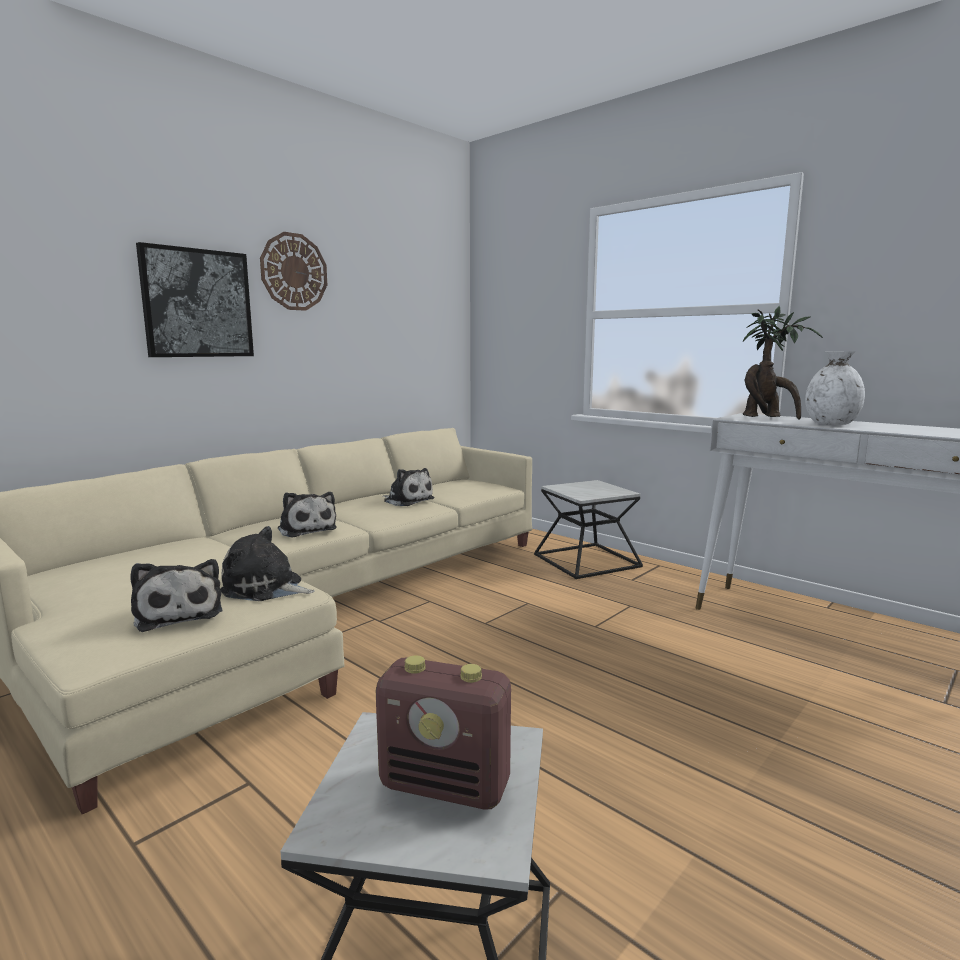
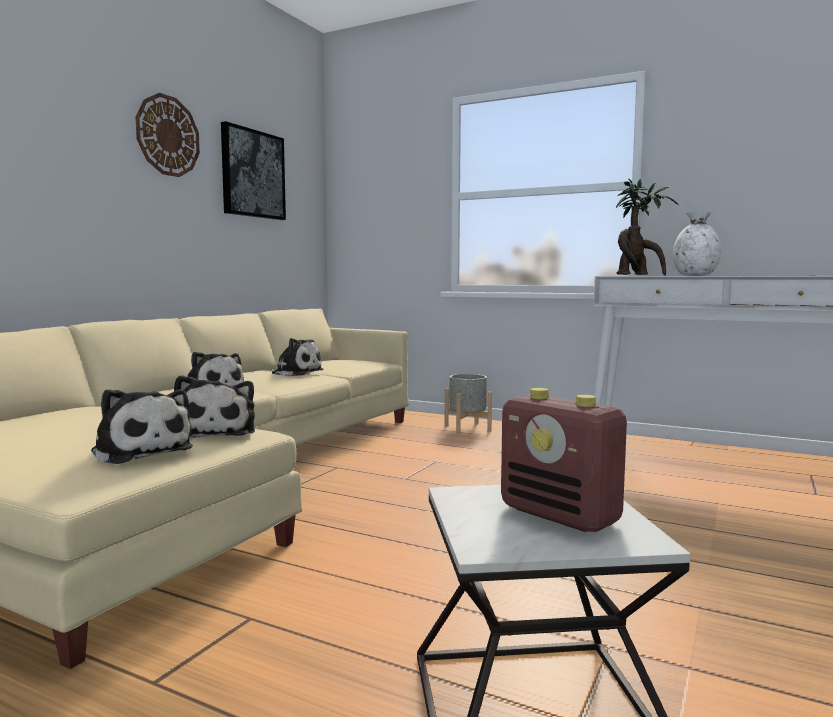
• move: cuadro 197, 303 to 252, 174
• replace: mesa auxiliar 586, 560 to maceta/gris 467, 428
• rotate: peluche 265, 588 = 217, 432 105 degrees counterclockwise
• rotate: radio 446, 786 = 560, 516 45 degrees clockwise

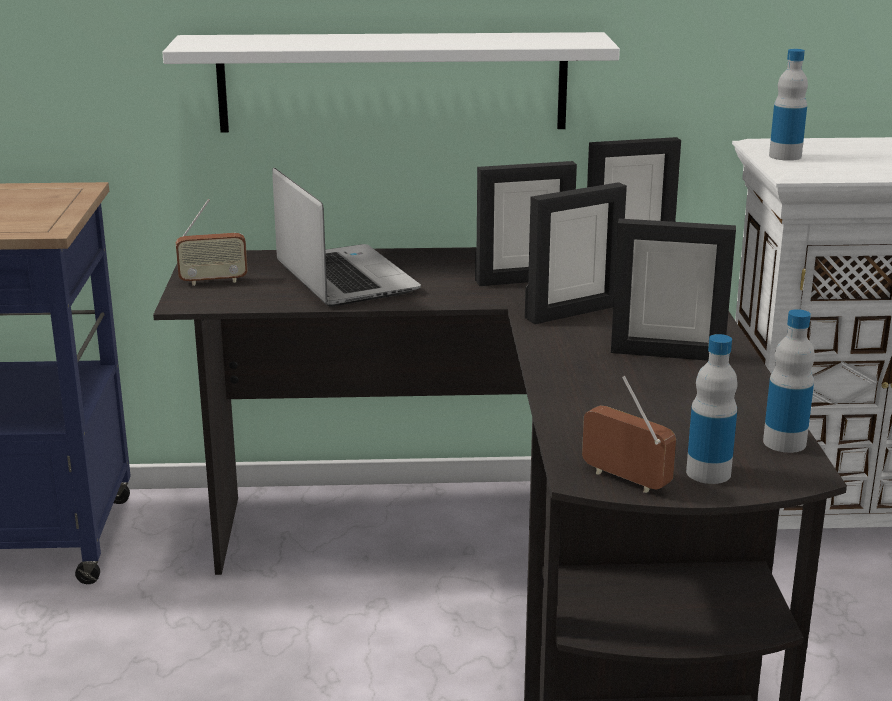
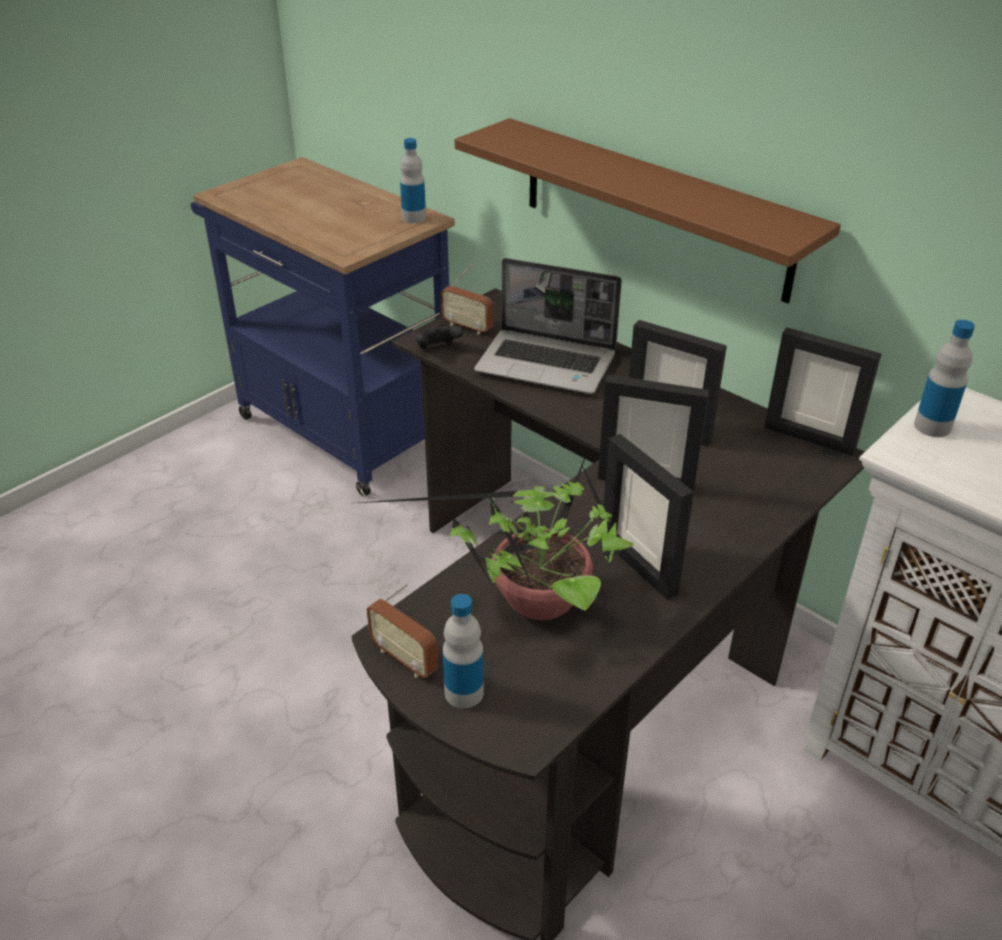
• insert: planta en maceta 533, 602
• insert: mando de consola/negro 438, 349
• move: botella 784, 442 to 414, 218
• recolor: estante/blanco 393, 82 to estante/marrón 653, 208
• rotate: portátil 343, 278 = 548, 363 90 degrees clockwise
• rotate: radio 625, 480 = 404, 659 135 degrees clockwise

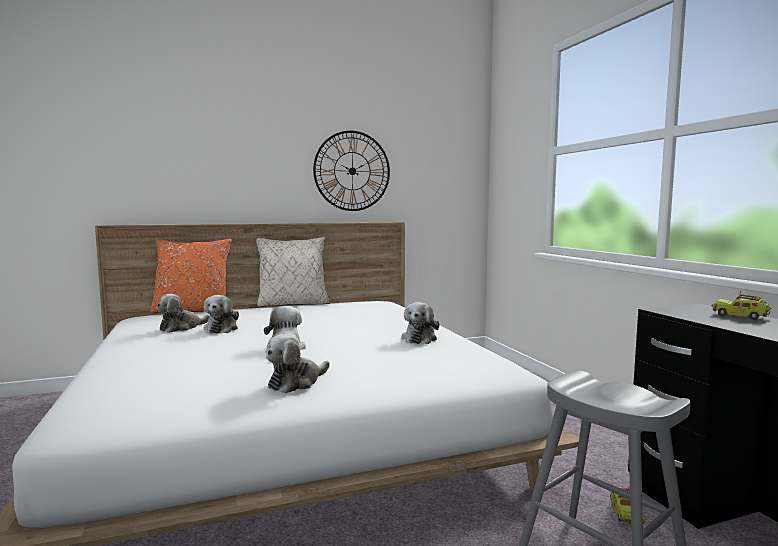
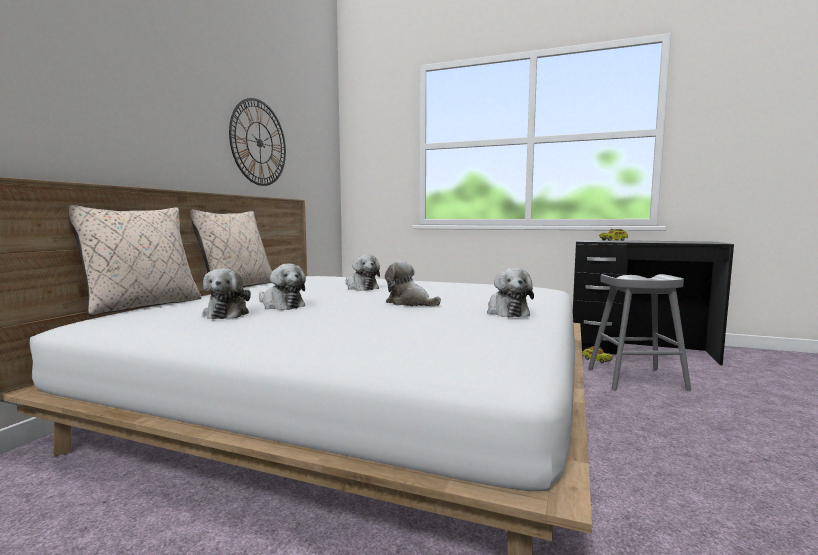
• move: peluche 420, 338 to 361, 287
• recolor: cojín/naranja 193, 310 to cojín/beis 143, 306

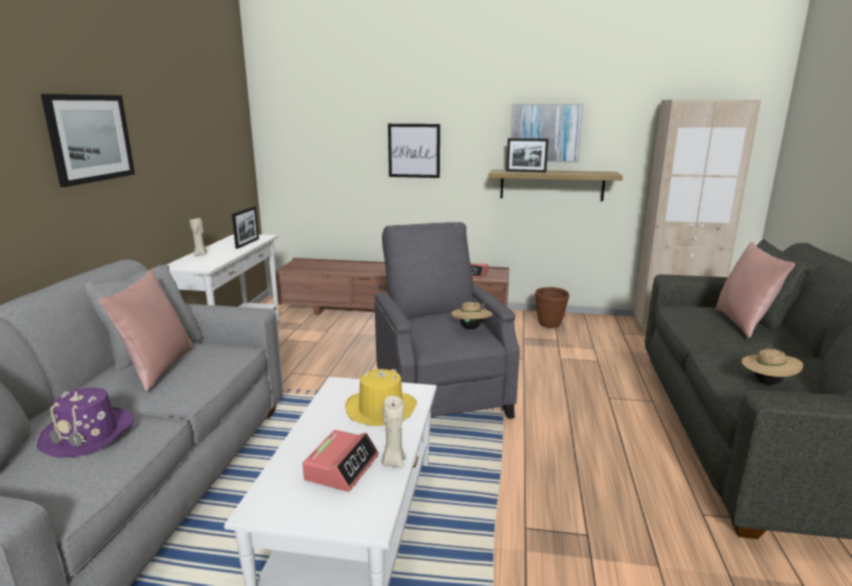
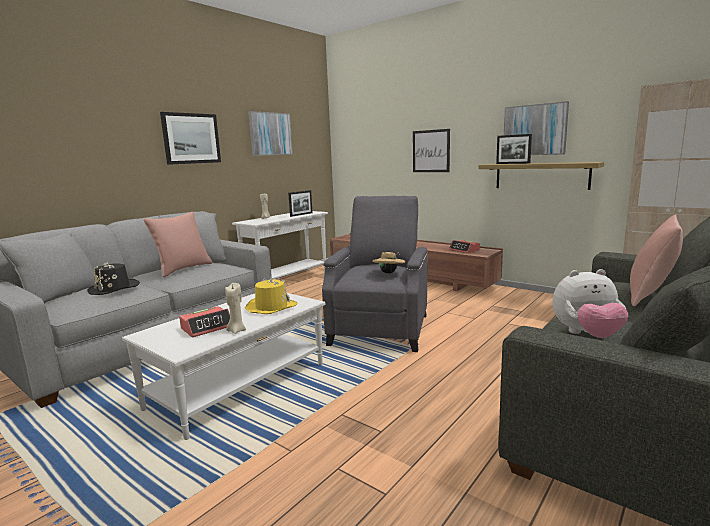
• delete: maceta/marrón 549, 325
• insert: cuadro 270, 134
• replace: sombrero/beis 767, 382 to peluche 586, 335
• recolor: sombrero/morado 89, 434 to sombrero/negro 114, 288

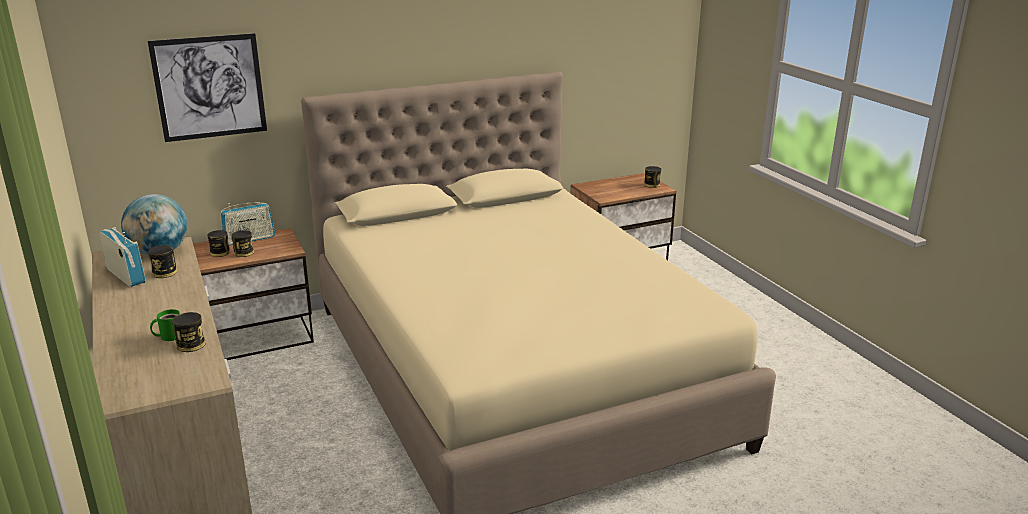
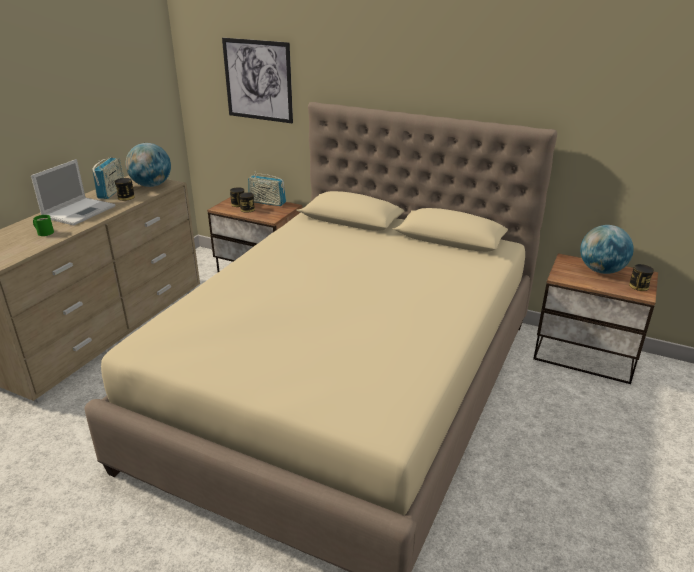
• delete: lata 191, 345
• insert: portátil 80, 211
• insert: globo terráqueo 601, 270

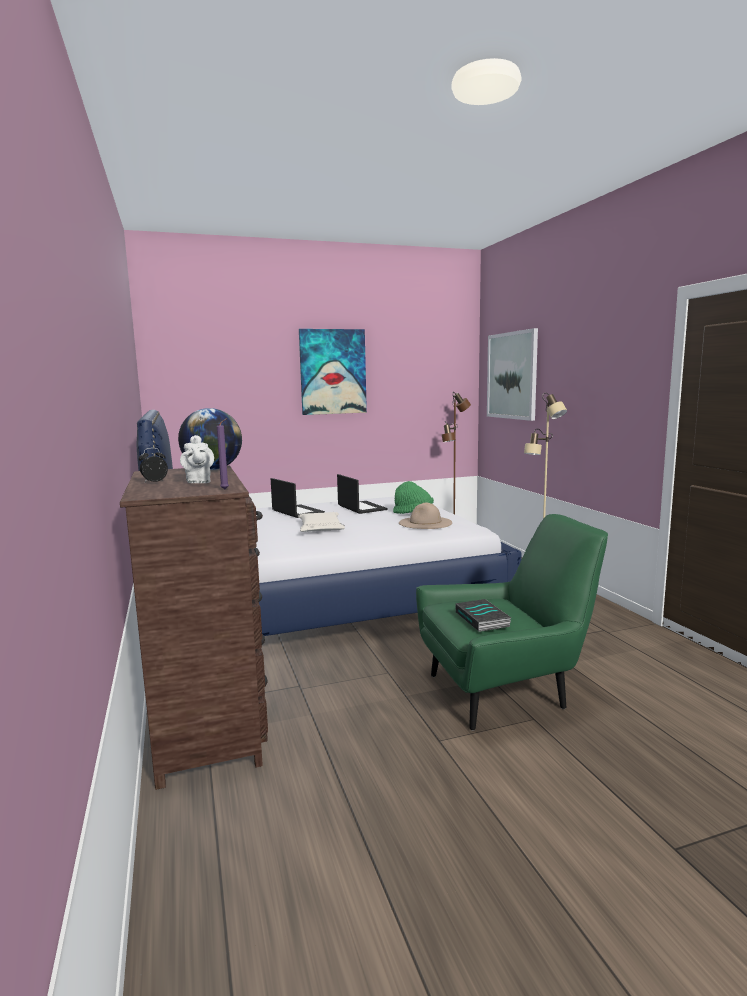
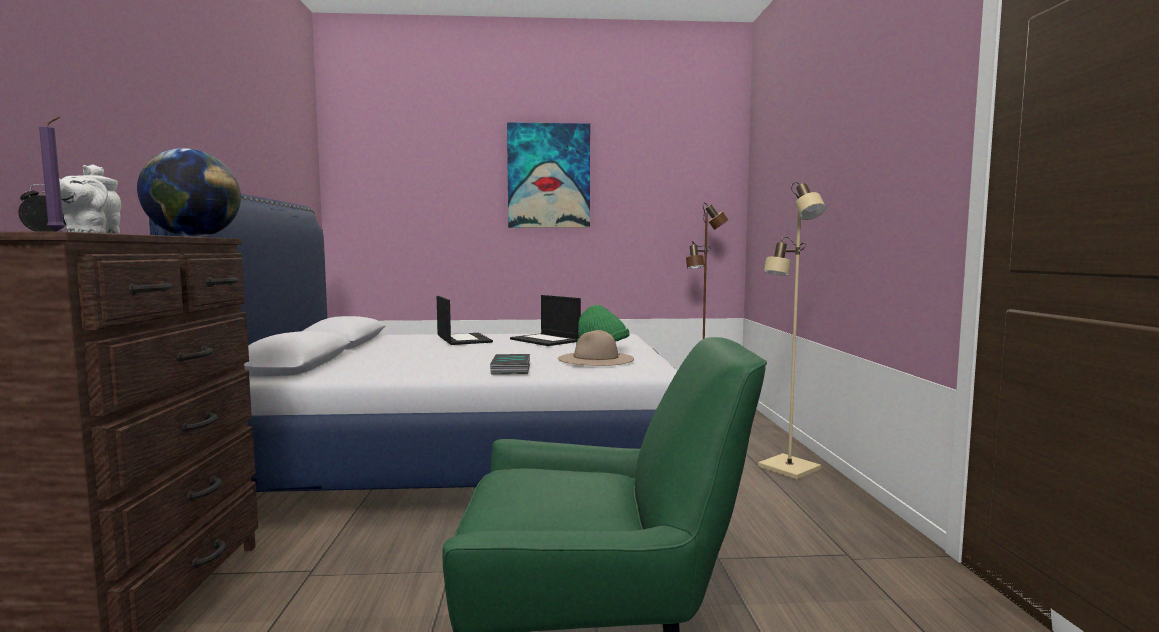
• delete: cojín/blanco 320, 527
• delete: cuadro 512, 375
• move: libro 483, 619 to 512, 369
• rotate: portátil 361, 507 = 546, 340 150 degrees clockwise

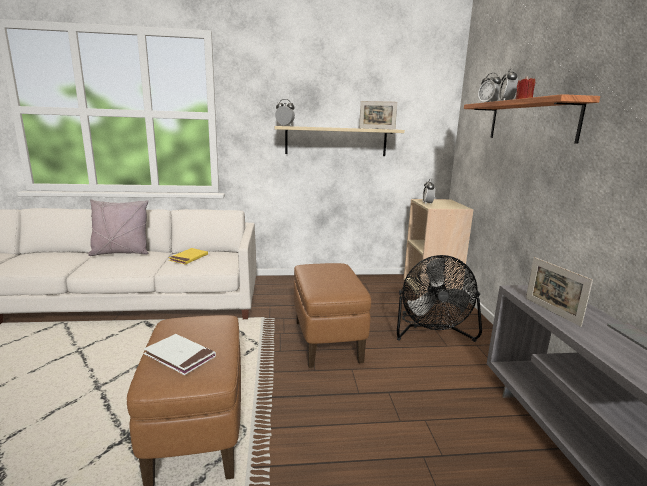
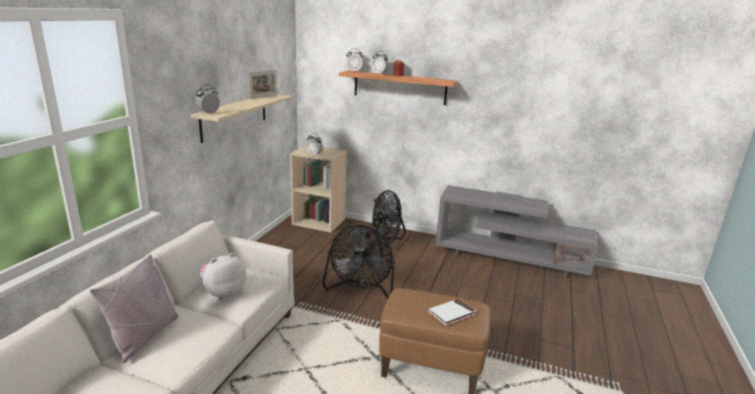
• delete: portarretratos 551, 311
• replace: libro/amarillo 189, 258 to peluche 223, 293
• replace: puf/marrón 327, 341 to ventilador/negro 359, 289

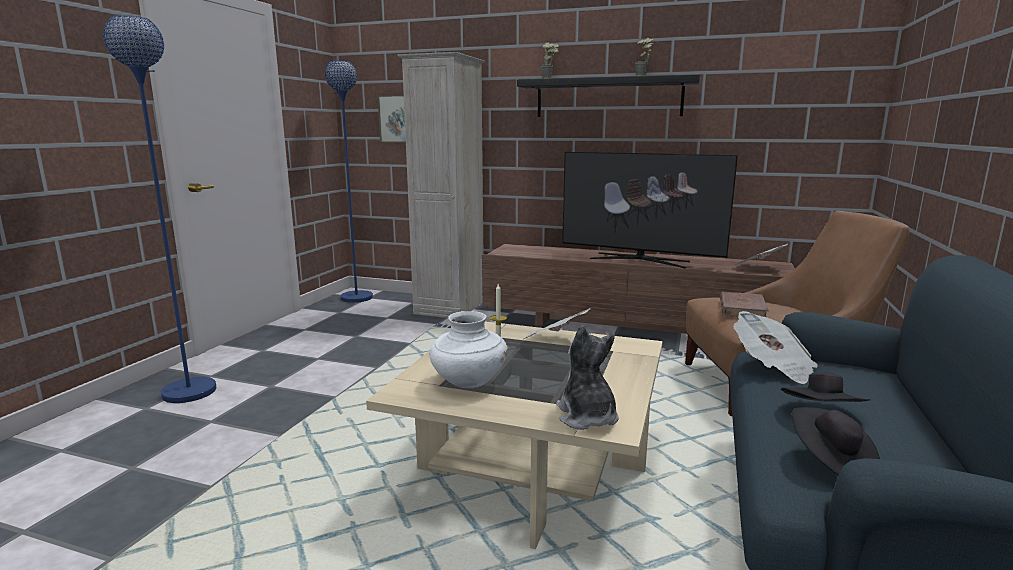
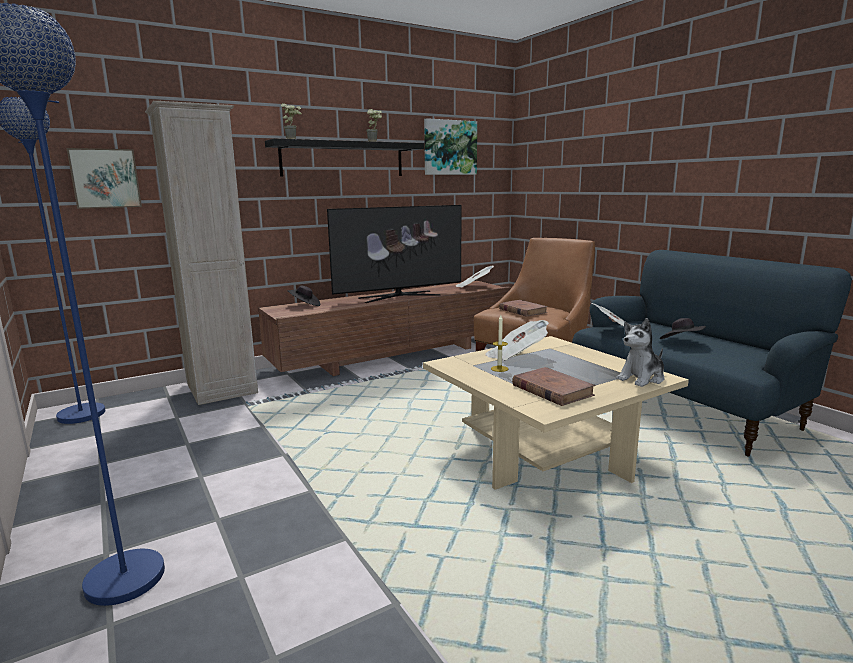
• insert: cuadro 449, 147
• move: sombrero/negro 832, 463 to 305, 305
• replace: florero/blanco 468, 382 to libro/marrón 552, 390
• rotate: peluche 587, 417 = 642, 378 60 degrees counterclockwise

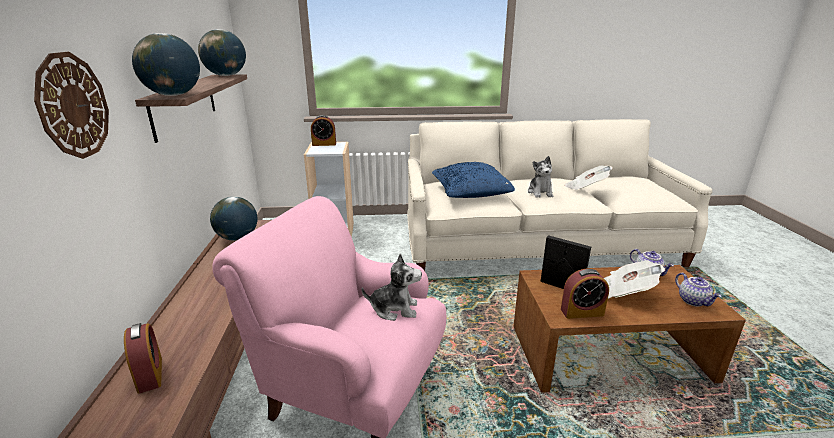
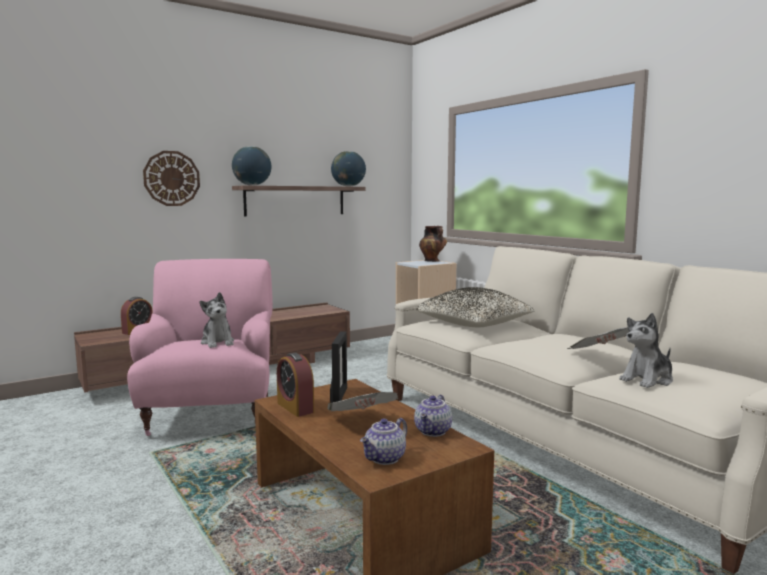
• delete: globo terráqueo 238, 238
• move: peluche 540, 192 to 647, 380
• replace: despertador 324, 144 to florero 433, 261
• recolor: cojín/azul 472, 191 to cojín/beis 474, 322

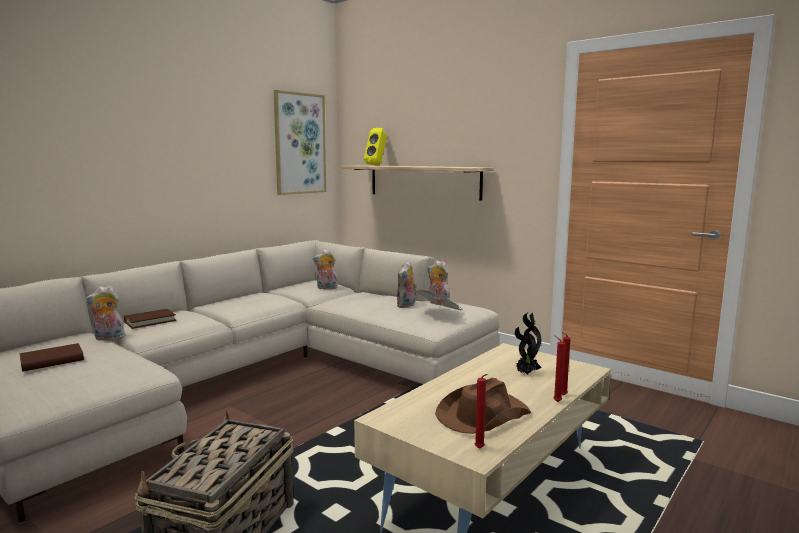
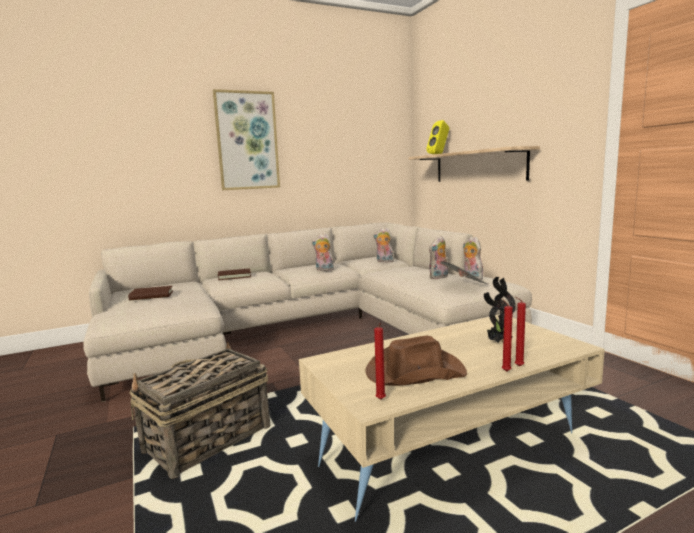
• move: peluche 108, 338 to 324, 270
• move: cuadro 299, 143 to 247, 141

